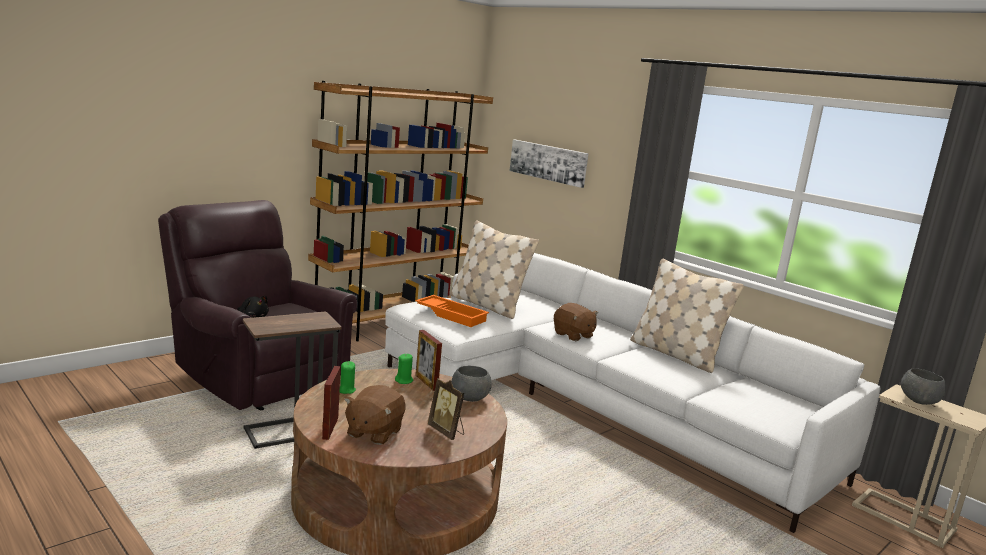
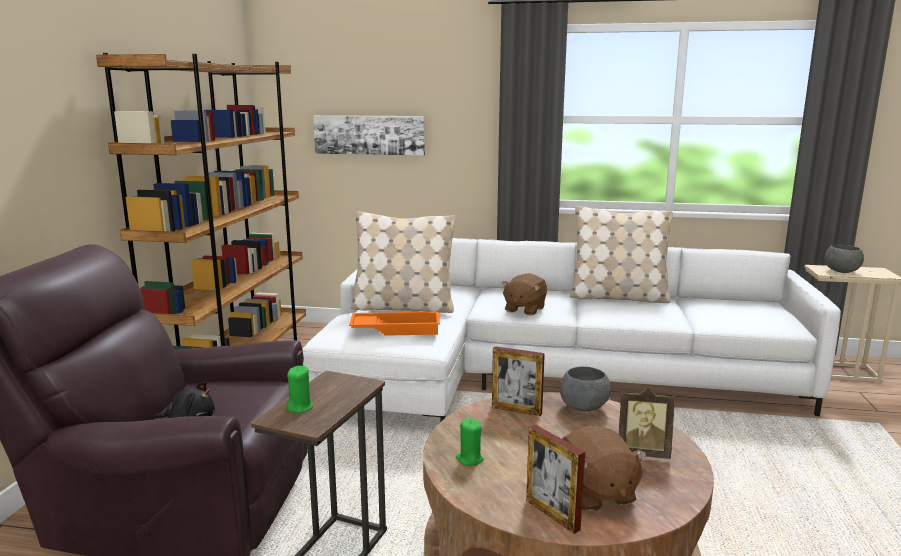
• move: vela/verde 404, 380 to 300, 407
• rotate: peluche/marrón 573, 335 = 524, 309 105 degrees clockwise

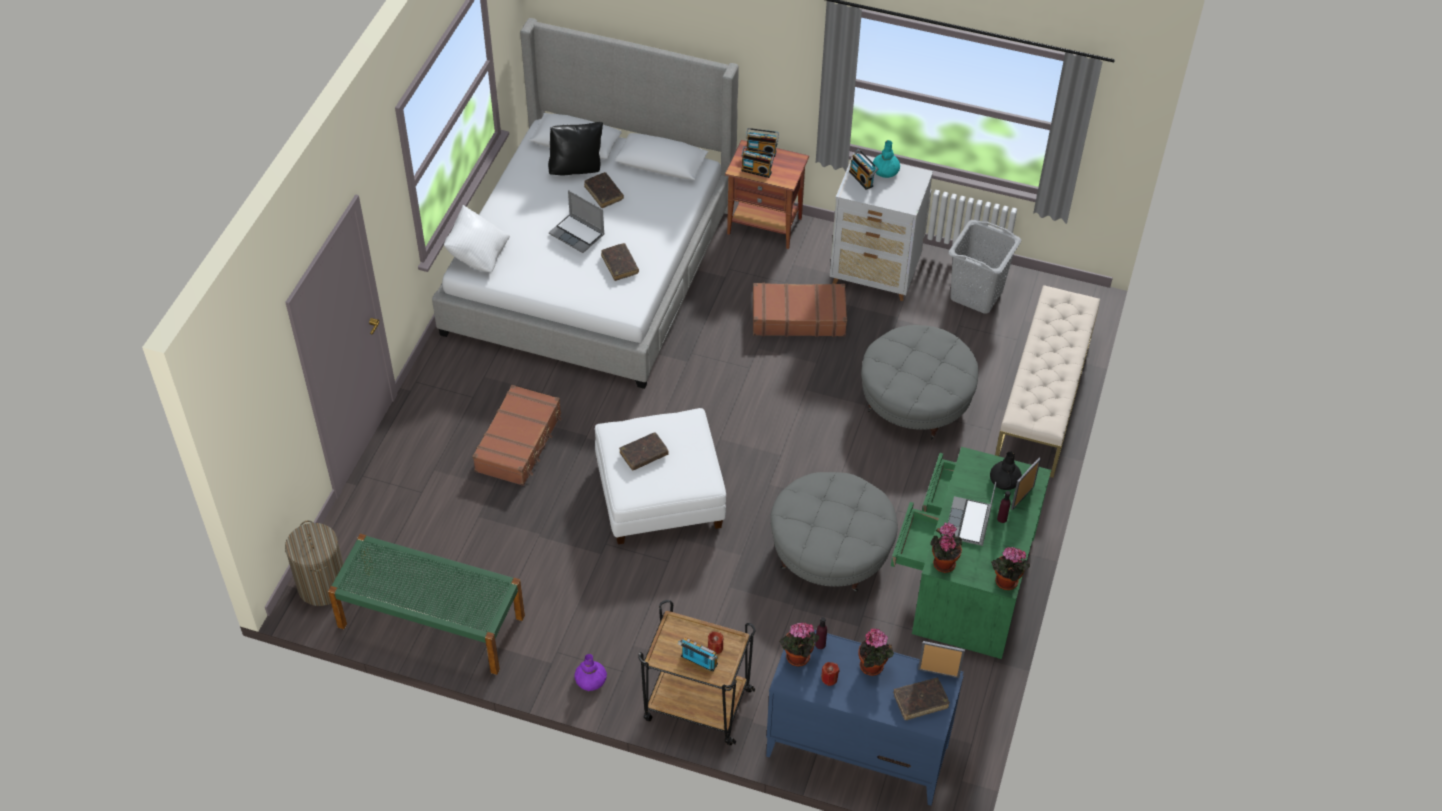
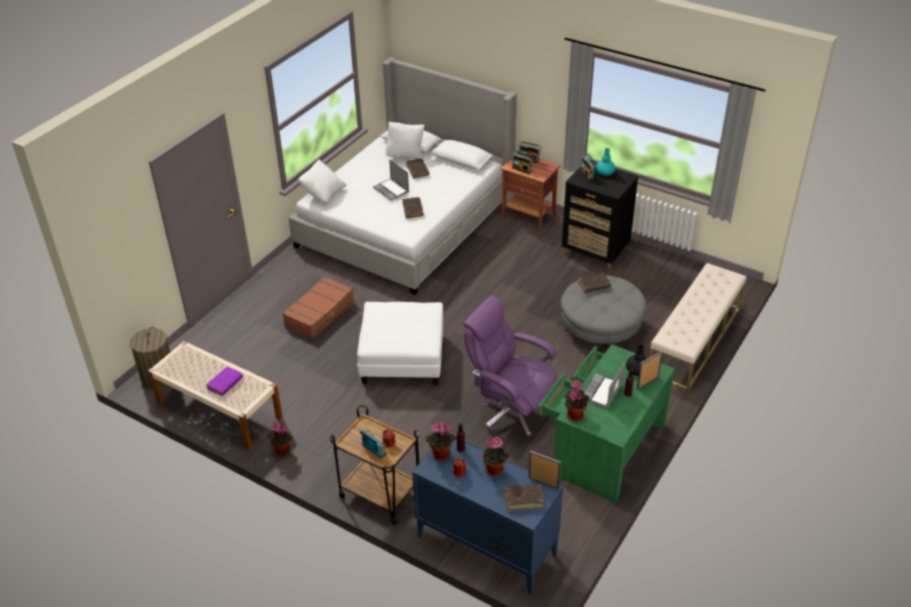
• delete: florero/morado 590, 680
• delete: maleta/marrón 798, 317
• delete: cesto de la ropa/gris 977, 294
• insert: libro/morado 225, 384
• move: libro/marrón 644, 454 to 593, 285
• move: planta en maceta 1005, 583 to 281, 451
• replace: puf/gris 831, 551 to silla de oficina/morado 510, 411
• recolor: banco/verde 431, 622 to banco/beis 218, 410
• recolor: cojín/negro 576, 169 to cojín/blanco 405, 156
• recolor: cómoda/blanco 875, 273 to cómoda/negro 596, 250

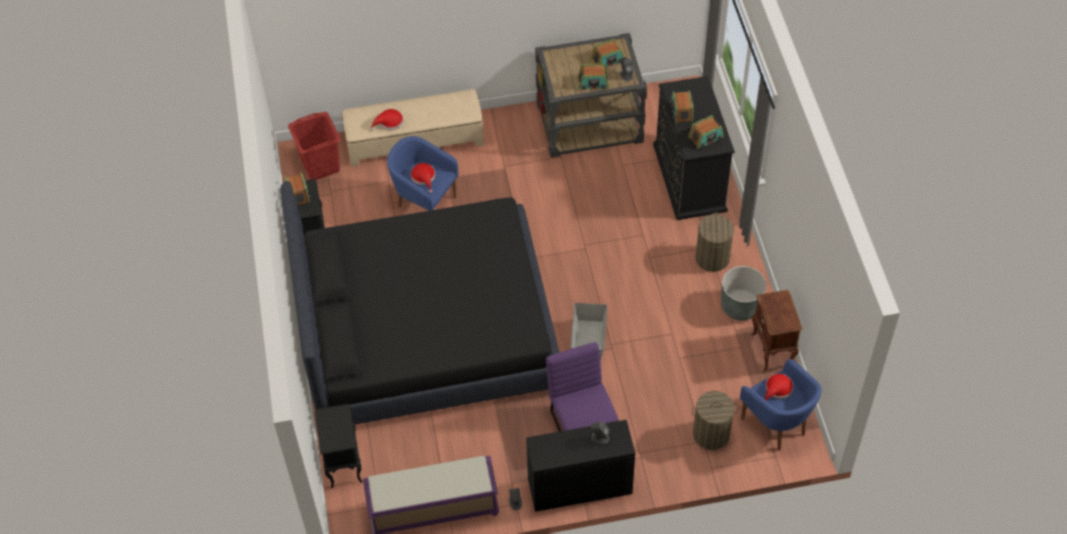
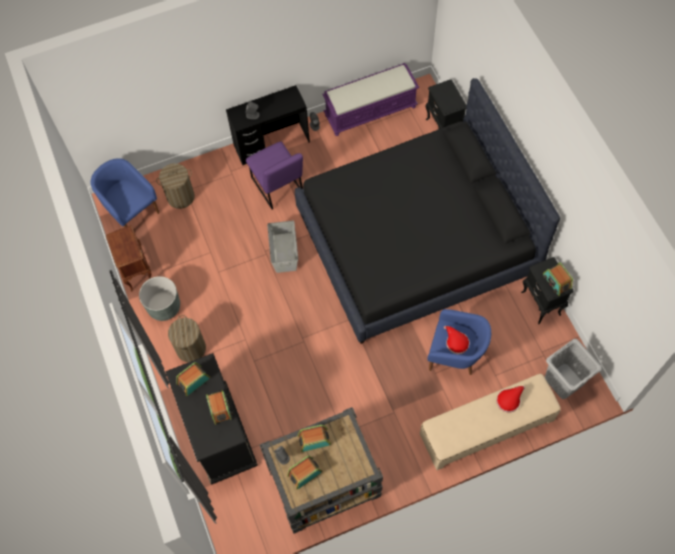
• delete: sombrero/rojo 777, 389
• recolor: cesto de la ropa/rojo 321, 165 to cesto de la ropa/gris 564, 381

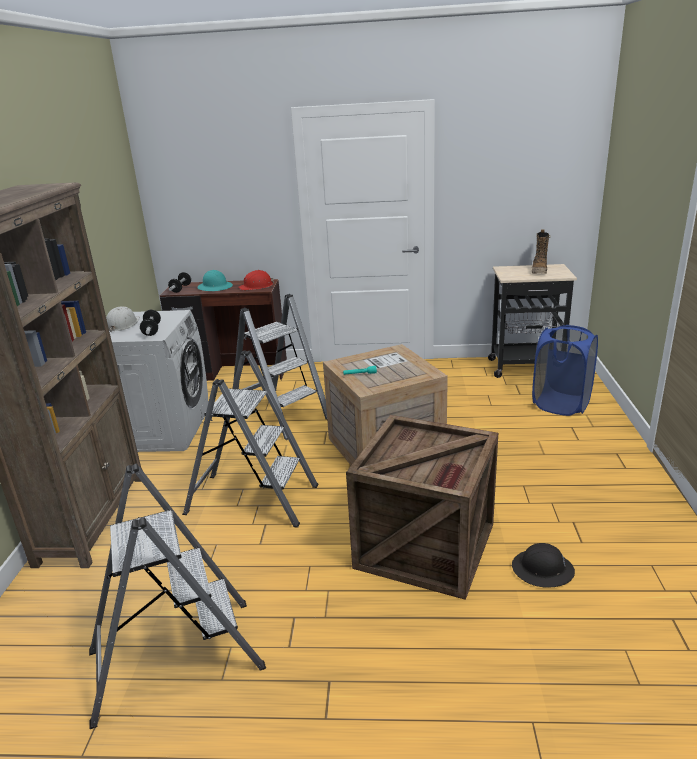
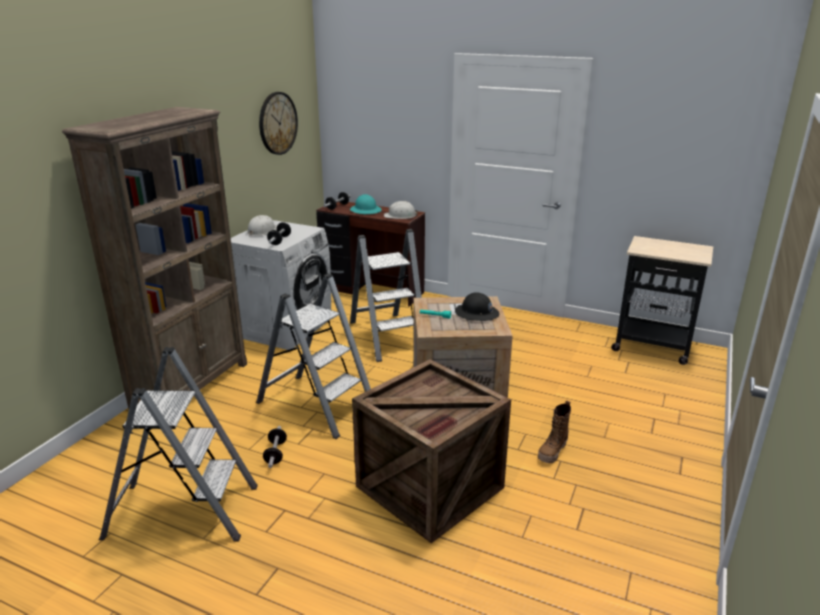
• delete: cesto de la ropa/azul 561, 404
• insert: reloj de pared 277, 123
• insert: mancuerna 275, 453
• move: casco/negro 542, 570 to 476, 313
• move: bota 539, 271 to 553, 452
• recolor: casco/rojo 256, 286 to casco/blanco 400, 216

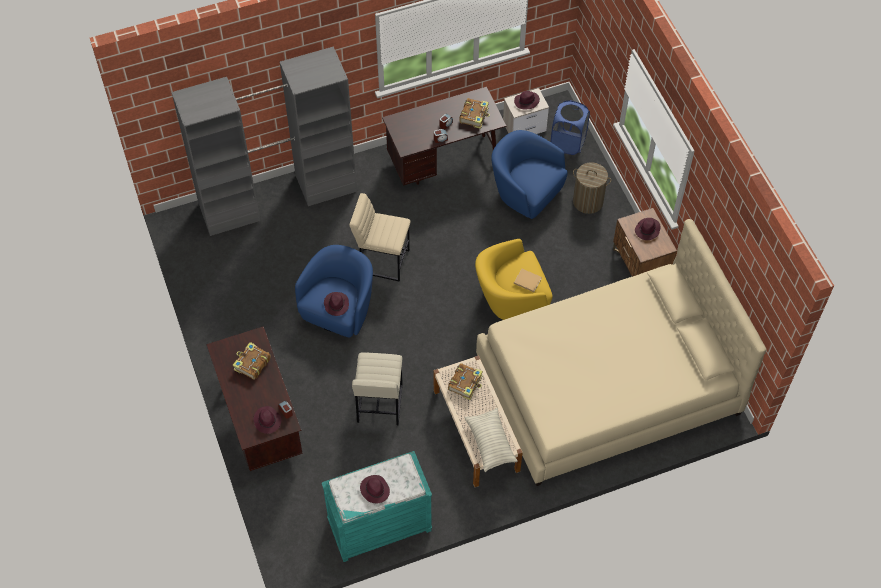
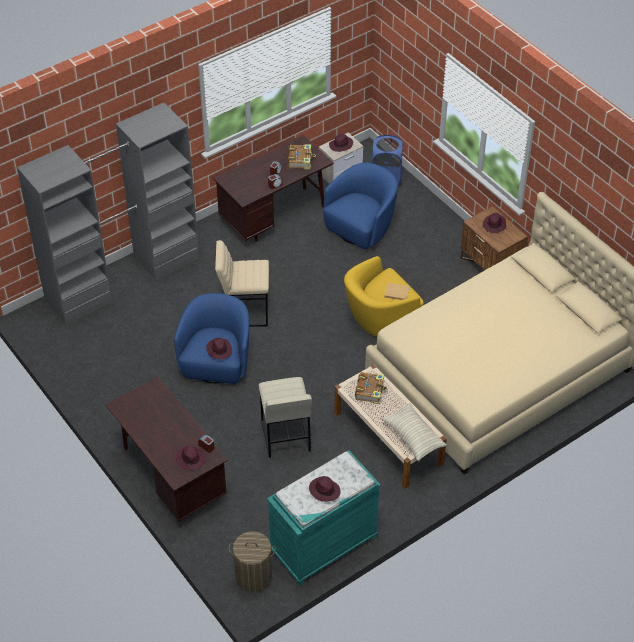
• delete: libro 251, 364
• move: cesto de la ropa 588, 201 to 253, 576
• rotate: sillón/azul 525, 192 = 361, 227 105 degrees clockwise

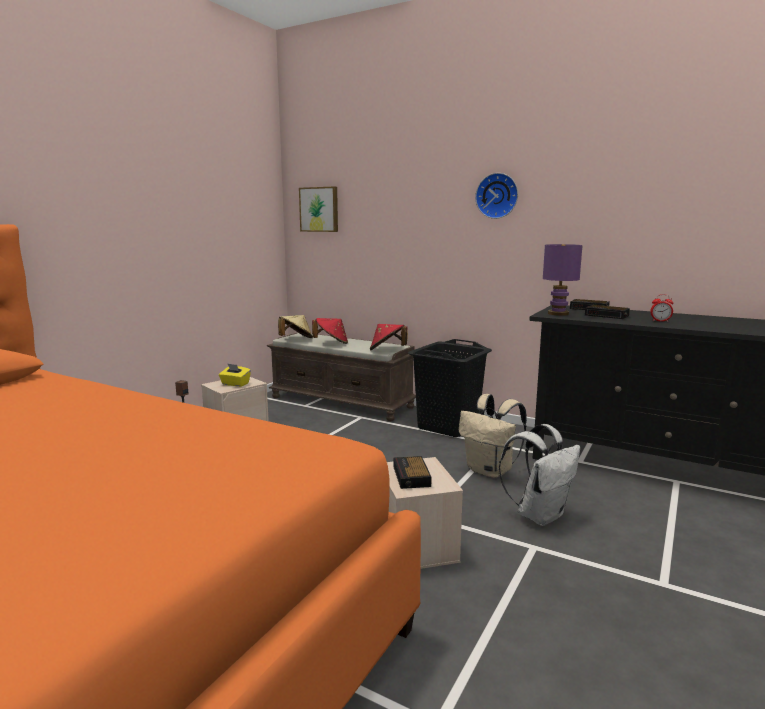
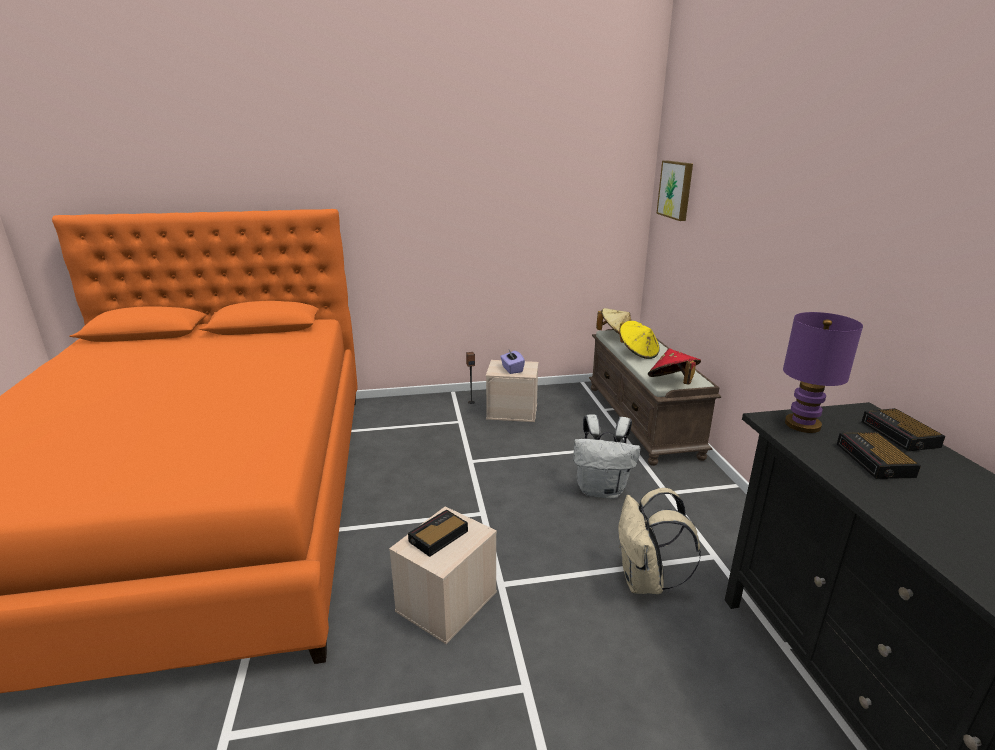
• delete: cesto de la ropa/negro 448, 426
• delete: reloj de pared 497, 196
• delete: despertador 660, 321
• move: mochila/blanco 539, 515 to 602, 490
• recolor: caja de pañuelos/amarillo 235, 384 to caja de pañuelos/morado 512, 369
• recolor: sombrero/rojo 331, 343 to sombrero/amarillo 638, 353

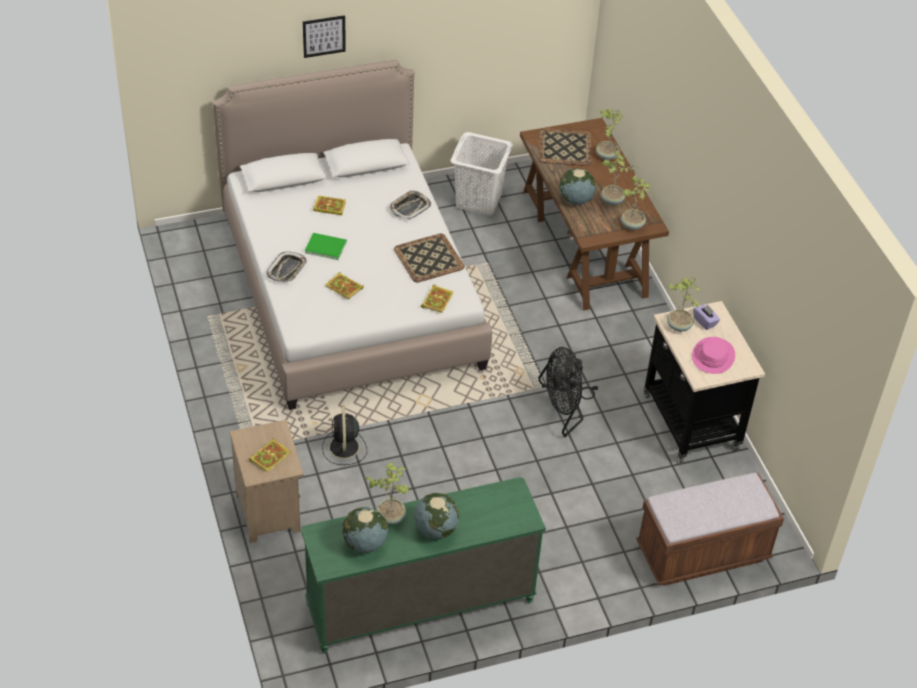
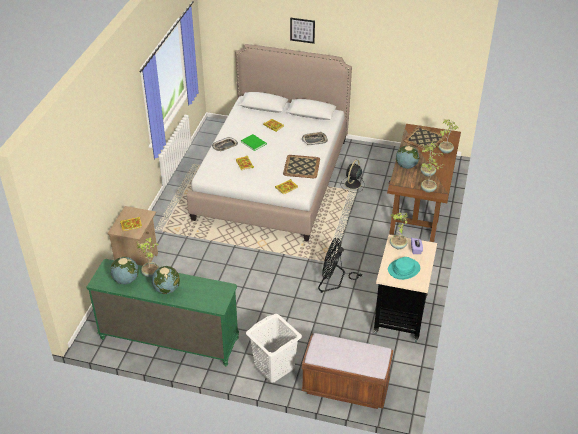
• move: ventilador/negro 344, 448 to 352, 184
• move: cesto de la ropa/blanco 479, 201 to 274, 367
• recolor: sombrero/rosa 713, 356 to sombrero/turquesa 404, 269

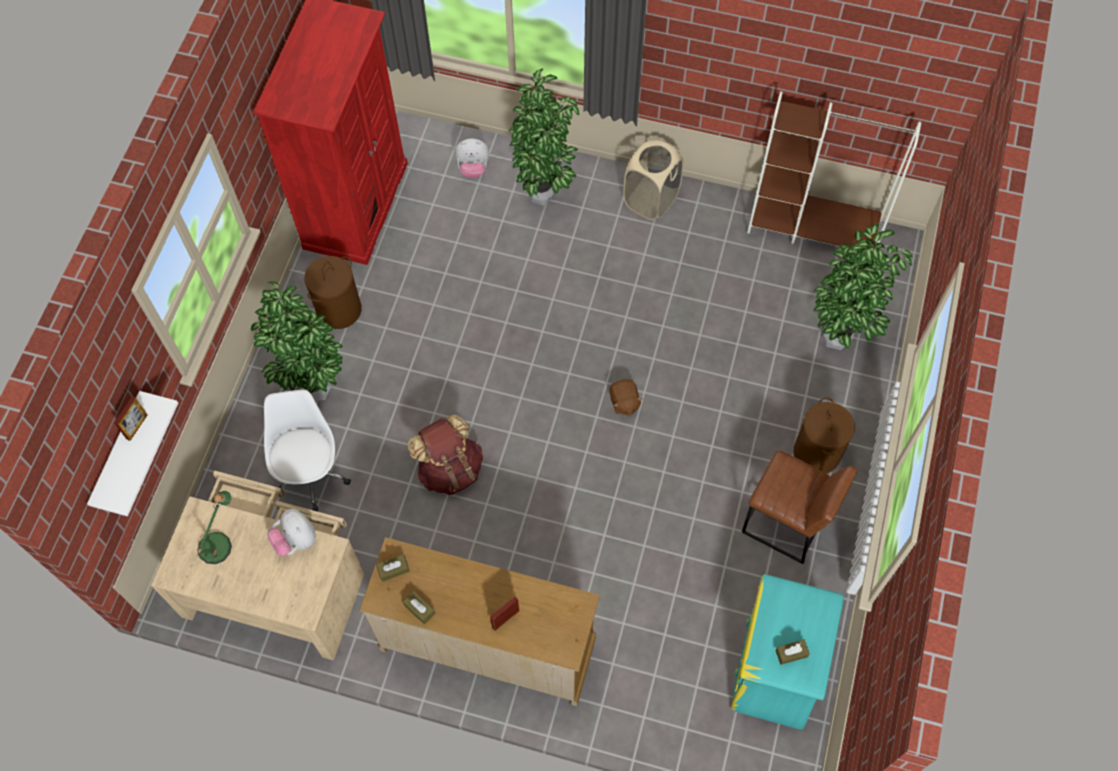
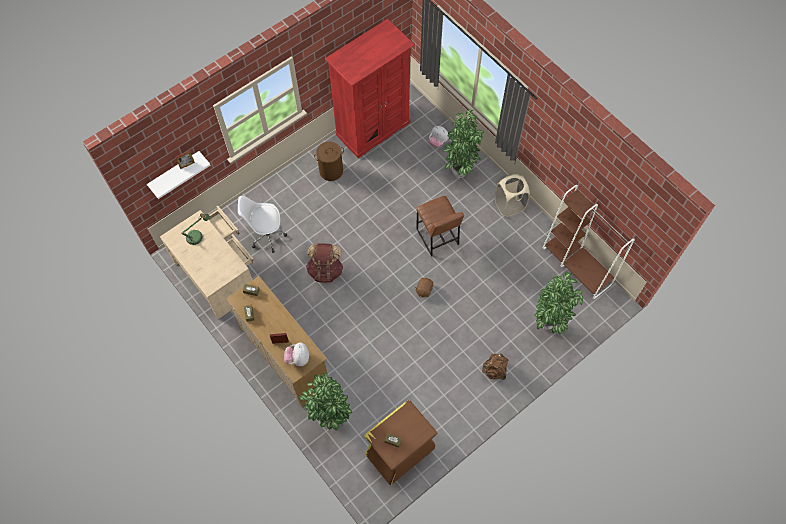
• move: planta en maceta 315, 393 to 330, 419
• move: peluche 296, 540 to 298, 358
• move: silla/marrón 786, 523 to 437, 237
• replace: cesto de la ropa/marrón 817, 453 to mochila/marrón 495, 370
• recolor: mesita de noche/turquesa 776, 668 to mesita de noche/marrón 399, 451
• rotate: silla de oficina/blanco 313, 476 = 267, 236 120 degrees counterclockwise

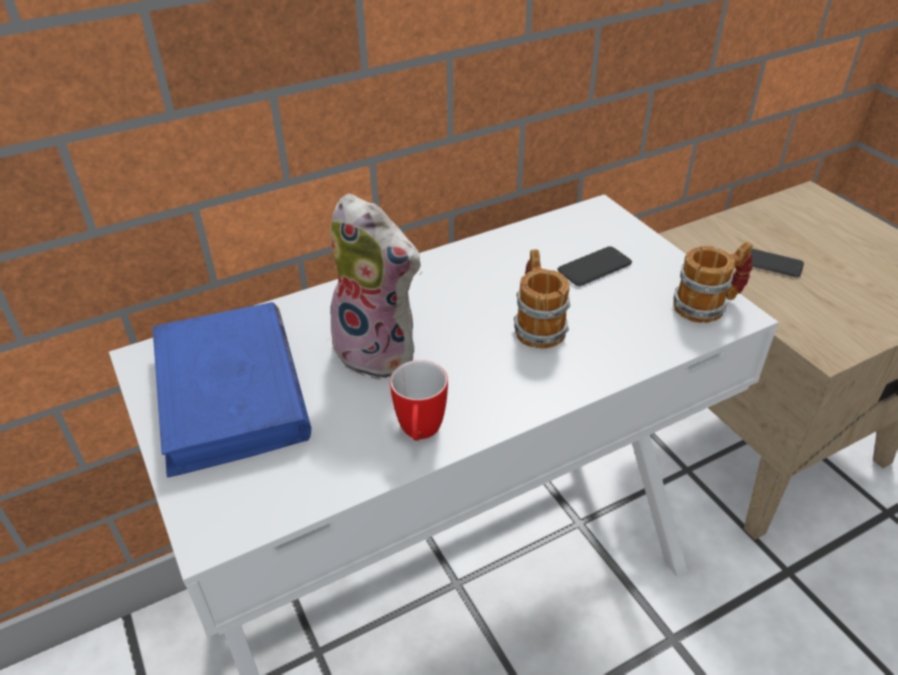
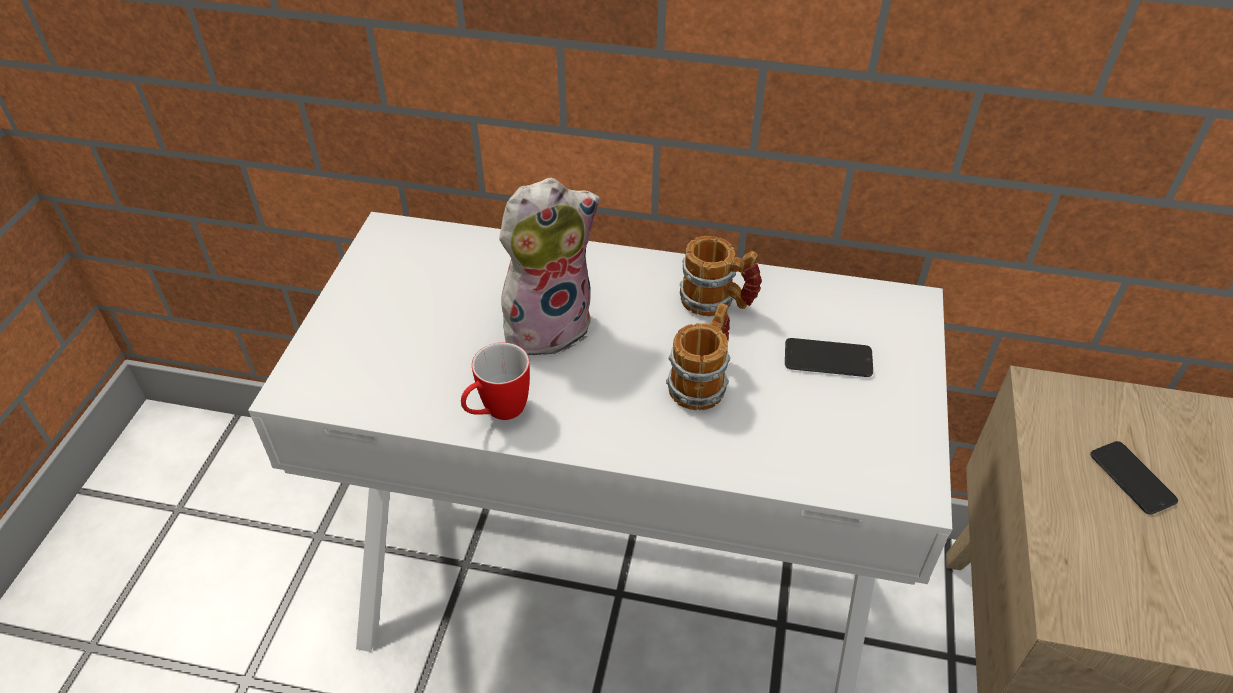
• delete: libro/azul 230, 392
• move: taza grande 708, 305 to 717, 302
• rotate: peluche 381, 351 = 548, 325 105 degrees counterclockwise

